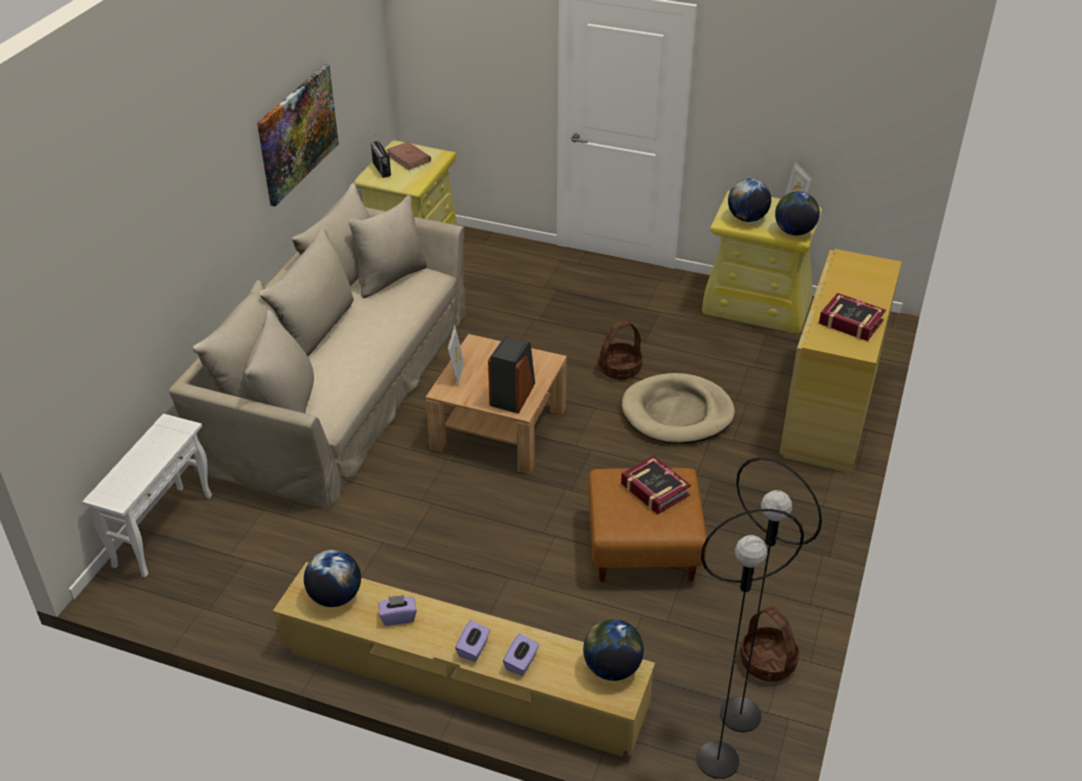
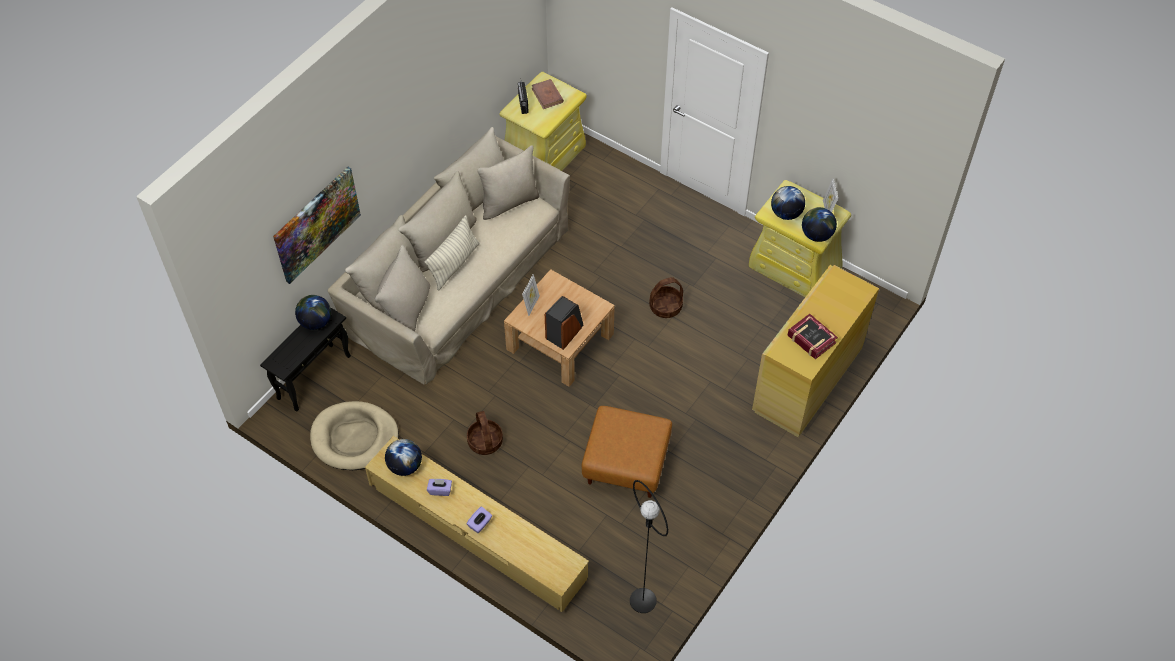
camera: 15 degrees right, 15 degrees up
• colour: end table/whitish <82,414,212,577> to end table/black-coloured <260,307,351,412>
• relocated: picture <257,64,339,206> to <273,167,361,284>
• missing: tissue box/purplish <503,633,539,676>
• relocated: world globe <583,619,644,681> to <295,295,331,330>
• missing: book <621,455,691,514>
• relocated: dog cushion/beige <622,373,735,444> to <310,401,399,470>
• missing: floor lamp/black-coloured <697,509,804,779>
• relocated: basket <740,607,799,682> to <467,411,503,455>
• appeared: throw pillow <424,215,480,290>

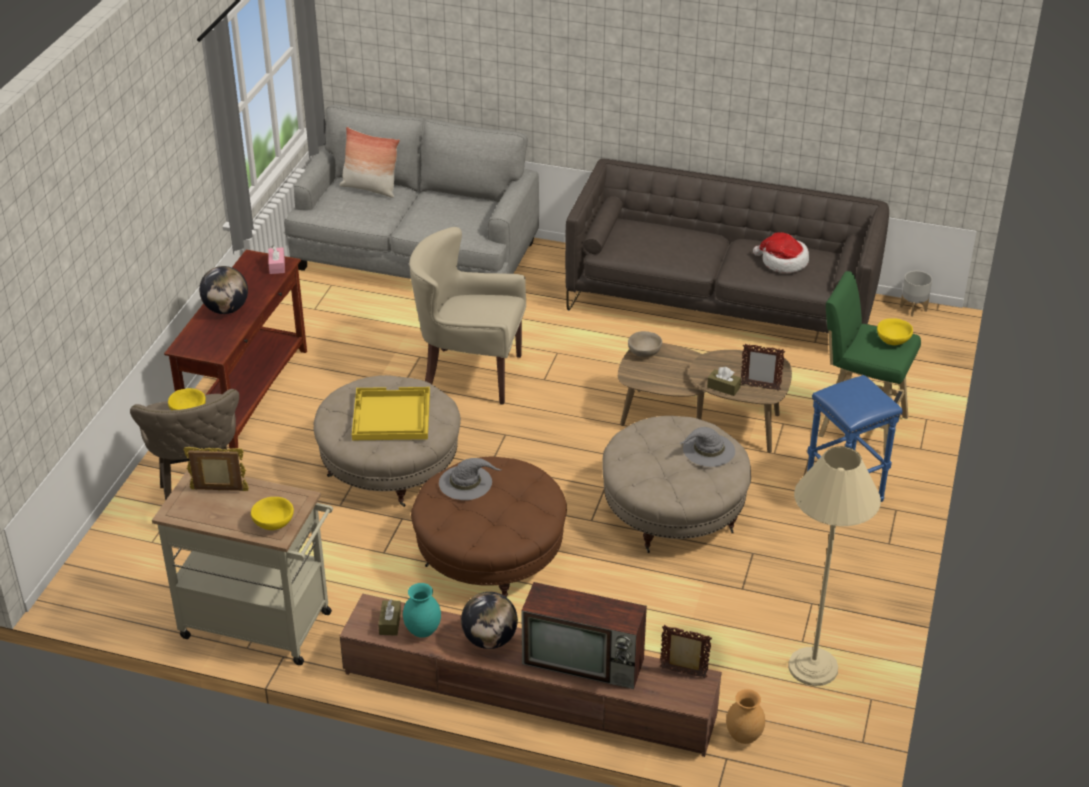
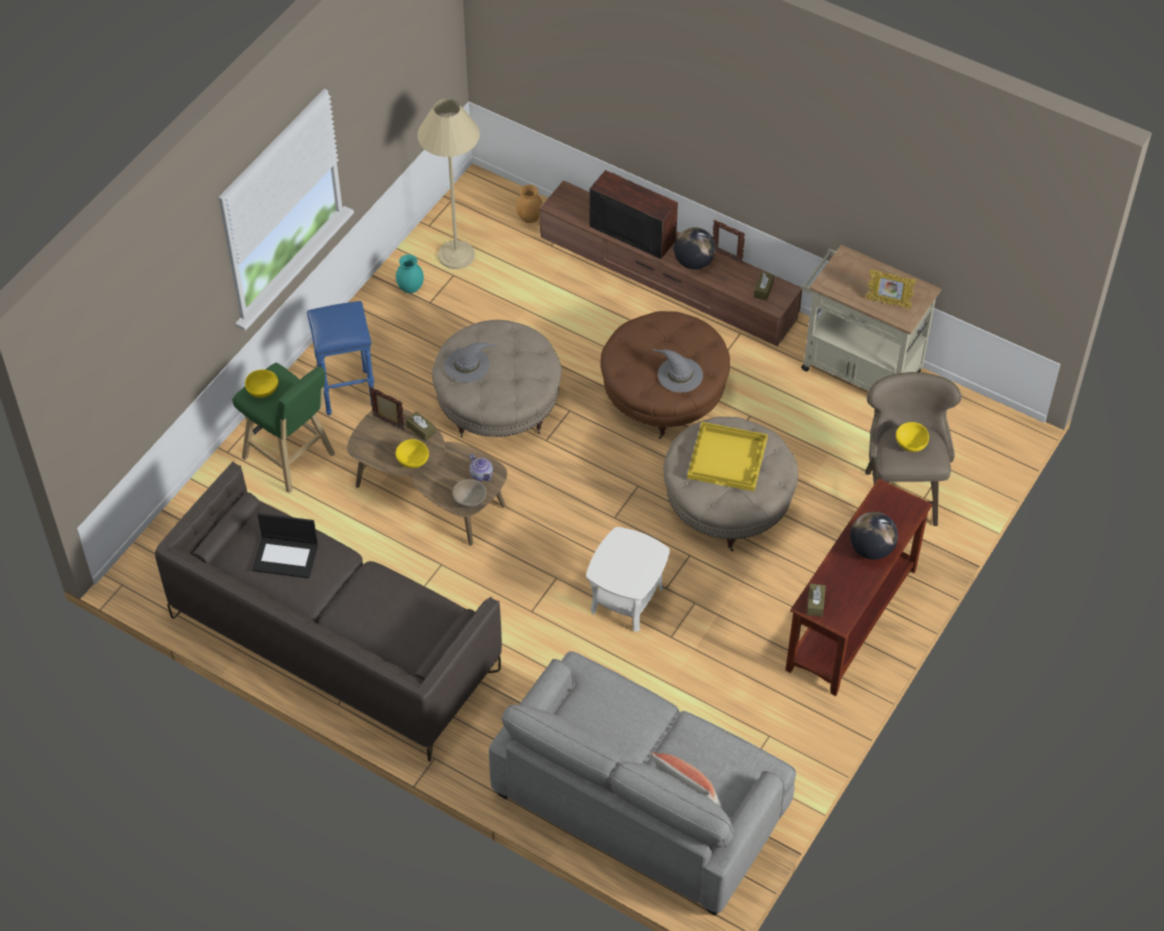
camera: 165 degrees left, 15 degrees up
• relocated: bowl/yellowish <251,497,294,530> to <396,439,429,468>
• colour: tissue box/pink-coloured <268,245,285,274> to tissue box/brownish <807,584,826,617>
• relocated: flower vase/turquoise-coloured <403,583,441,638> to <396,254,424,293>
• exchanged: armchair/beige <409,227,526,405> to end table/whitish <586,527,670,632>
• relocated: photo frame <660,625,712,678> to <713,220,745,263>
• exchanged: clothing hat <753,232,809,273> to portable computer <252,513,318,578>
• missing: planter/gray <900,271,932,316>
• appeared: teapot <469,454,493,481>

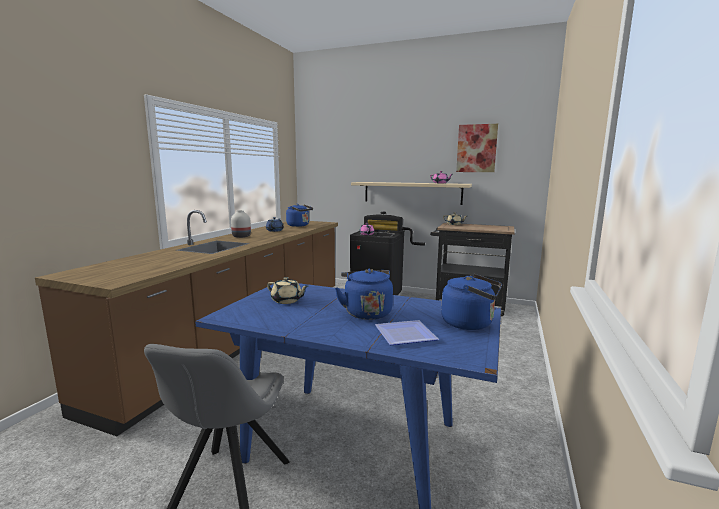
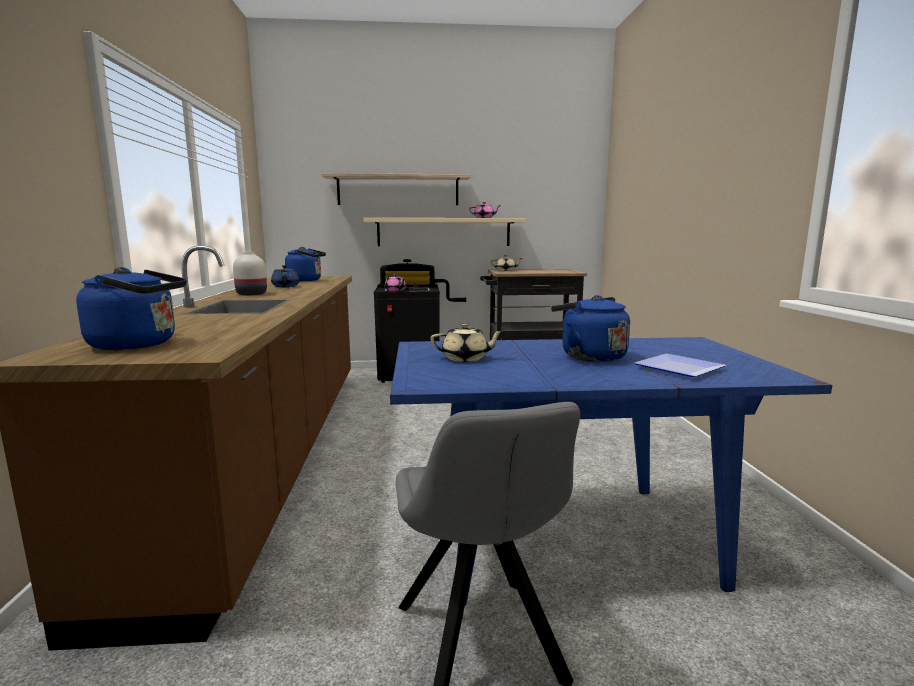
camera: 25 degrees left, 0 degrees up
• relocated: kettle/bluish <441,274,502,330> to <76,267,186,350>
• missing: picture <456,124,498,172>
• appeared: shelf <321,173,471,205>

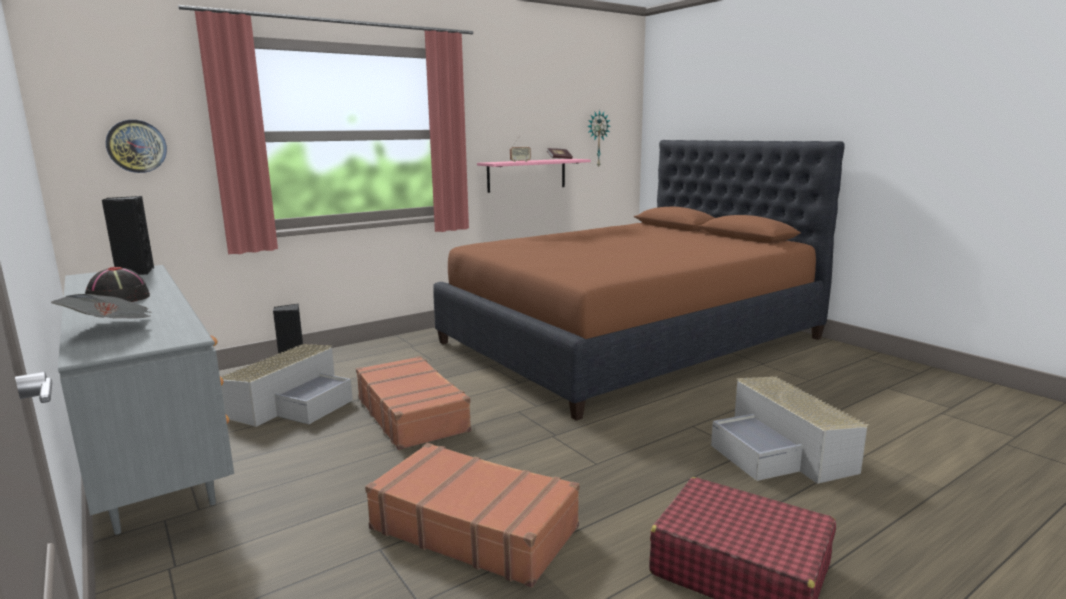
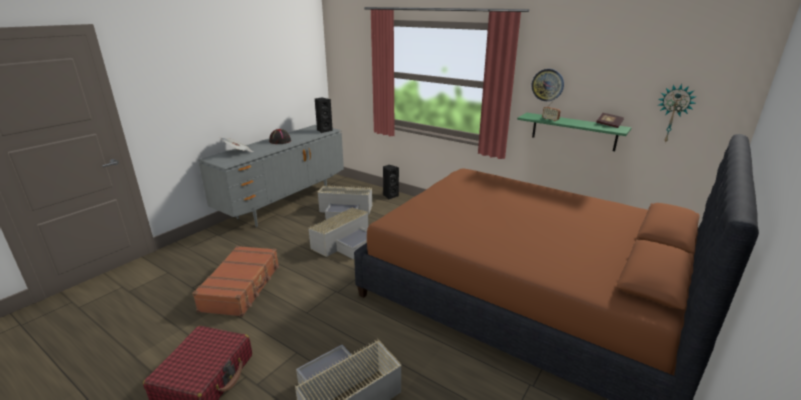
camera: 70 degrees right, 10 degrees up
• relocated: wall clock <106,120,167,173> to <532,69,564,101>
• exchanged: suitcase/brownish <356,356,471,450> to storage box/gray <308,207,368,260>
• colour: shelf/pink-coloured <477,159,591,193> to shelf/green <517,113,632,151>

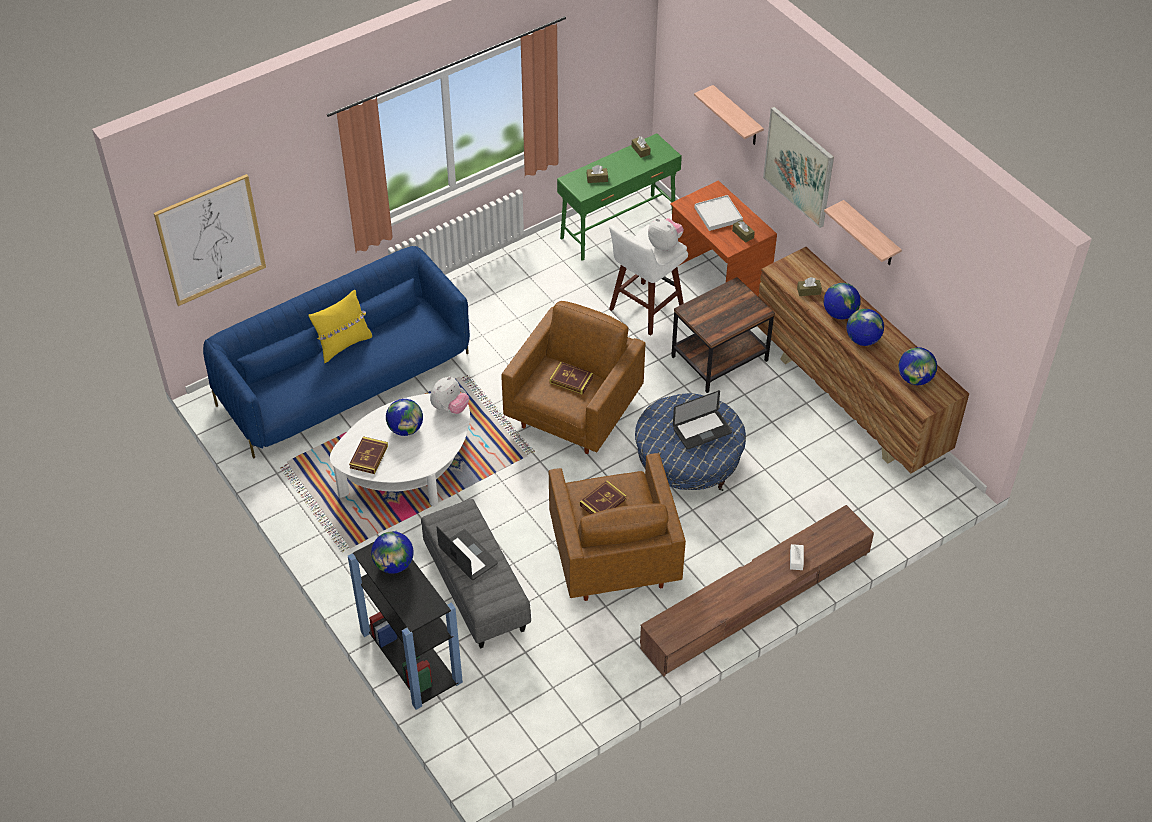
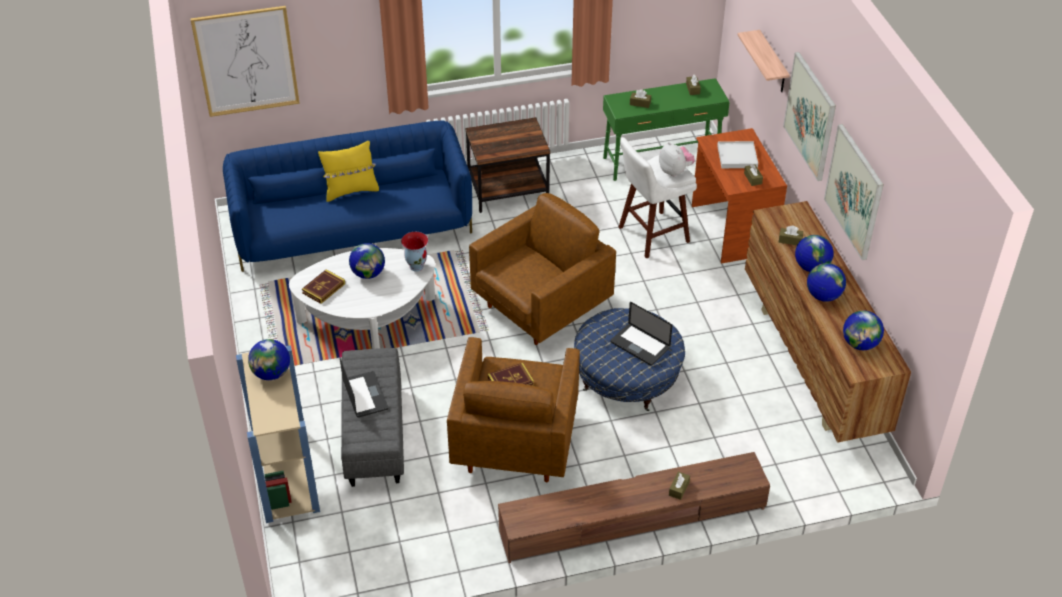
camera: 20 degrees right, 5 degrees down
• colour: bookcase/black-coloured <348,530,463,710> to bookcase/beige <236,345,320,523>
• exchanged: plush toy <430,376,469,414> to flower vase <401,232,428,272>
• missing: book <549,362,593,395>
• relocated: end table/brownish <671,277,775,393> to <466,117,550,213>
• spun: portable computer <673,390,732,449> = <610,302,672,365> 45 degrees clockwise
• colour: tissue box/whitish <790,544,804,570> to tissue box/brownish <669,471,690,500>
• exchanged: shelf <824,200,902,265> to picture <824,124,884,260>

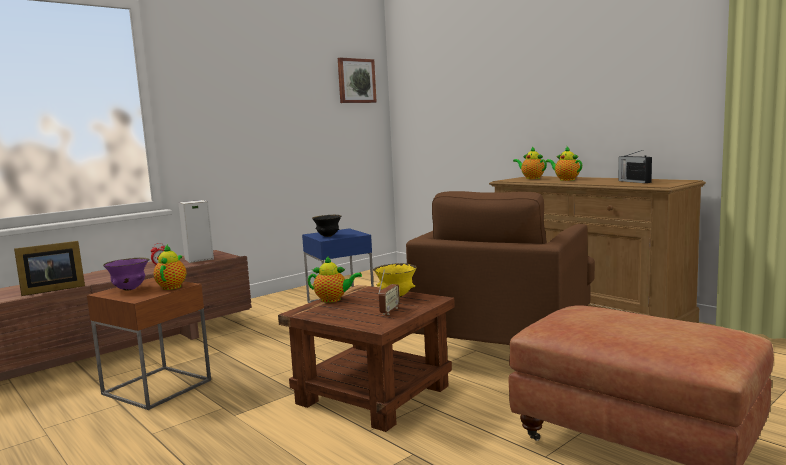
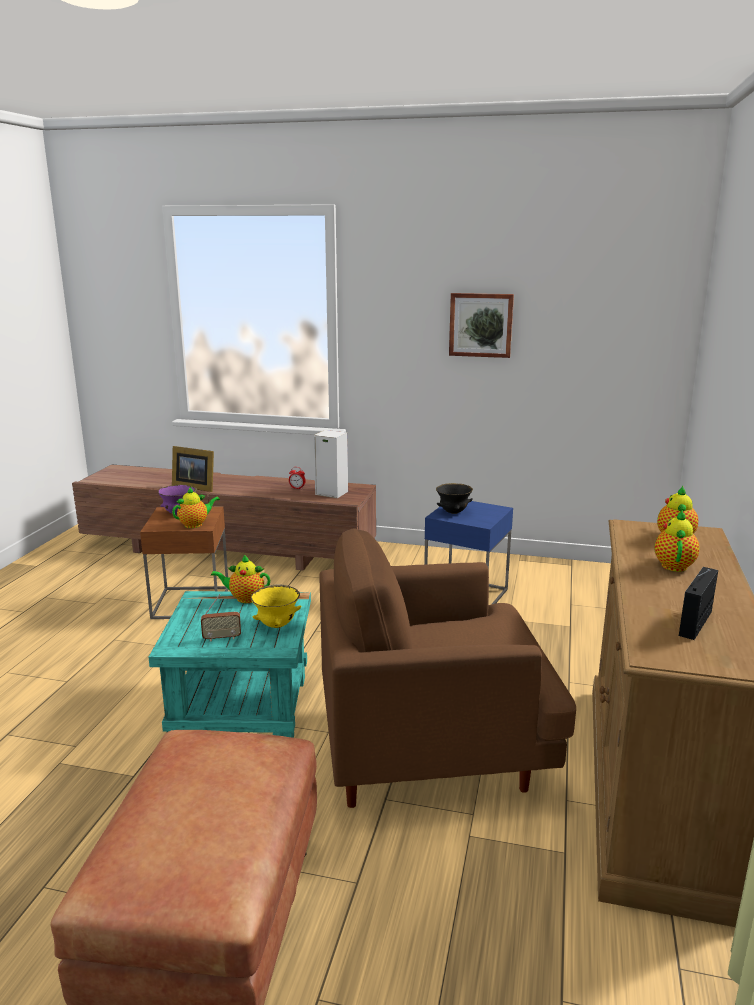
camera: 55 degrees right, 10 degrees up
• colour: end table/brownish <278,285,455,432> to end table/turquoise-coloured <148,591,311,738>
• spun: teapot <308,256,362,303> = <211,555,270,603> 120 degrees clockwise
• relocated: picture <338,58,377,103> to <449,293,514,358>

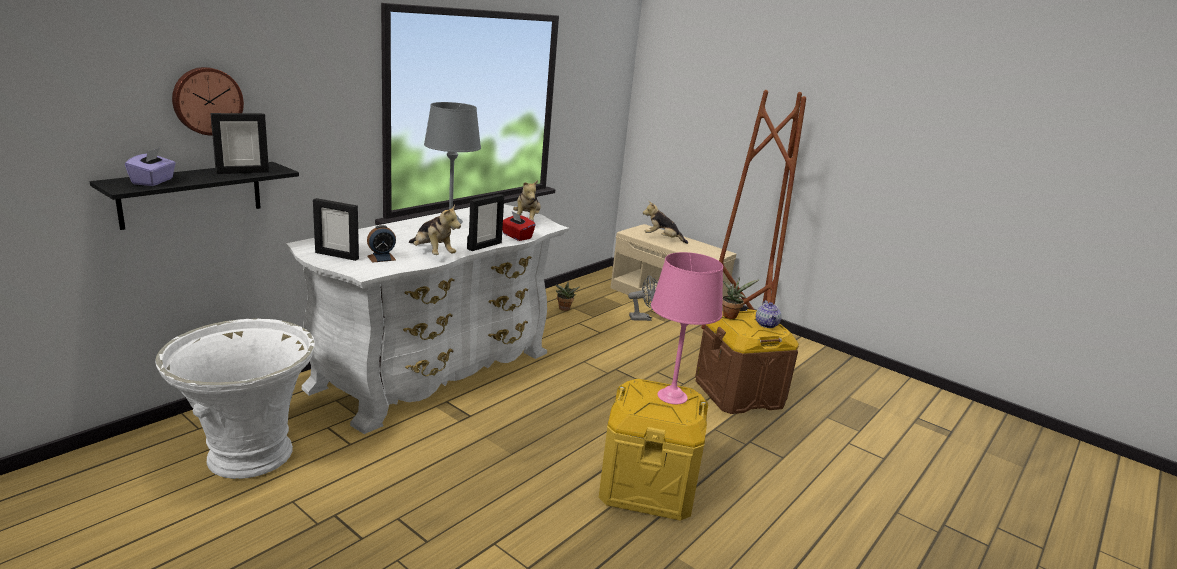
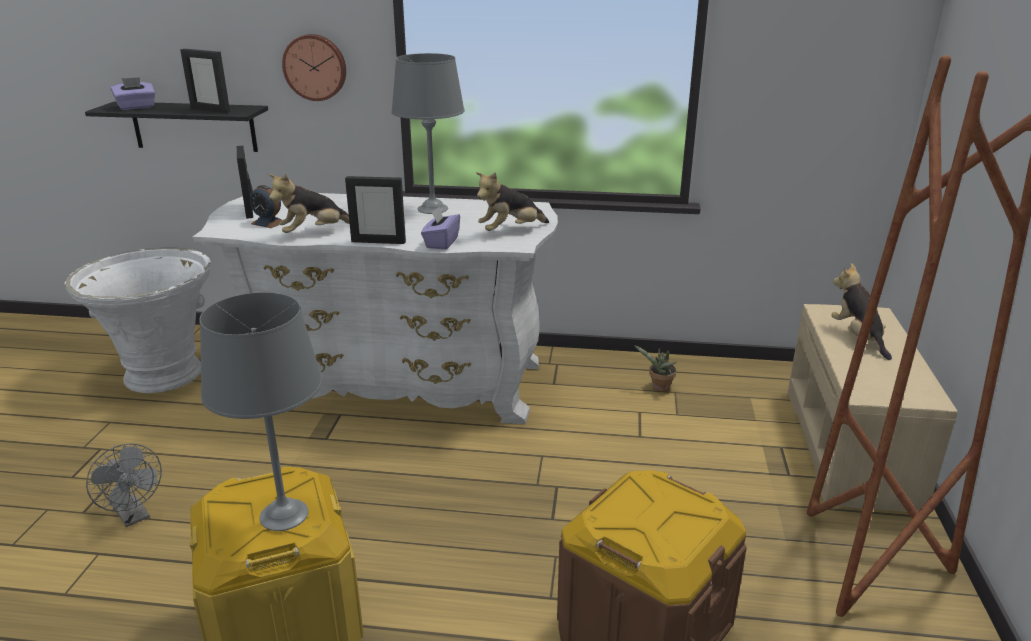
camera: 60 degrees right, 5 degrees up
• relocated: wall clock <172,67,244,136> to <282,34,346,101>
• spun: plush toy <409,204,461,255> = <268,174,350,233> 45 degrees clockwise
• colour: tissue box/red-coloured <502,212,536,241> to tissue box/purplish <421,206,460,250>
• relocated: electric fan/gray <628,275,658,321> to <86,443,162,527>
• colour: tabletop lamp/pink-coloured <651,252,723,404> to tabletop lamp/gray <199,292,323,531>
• missing: plant in a pot <722,277,760,319>
• missing: teapot <756,300,781,328>

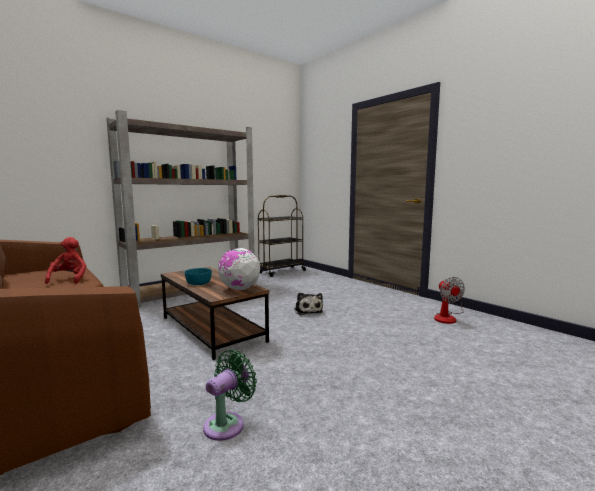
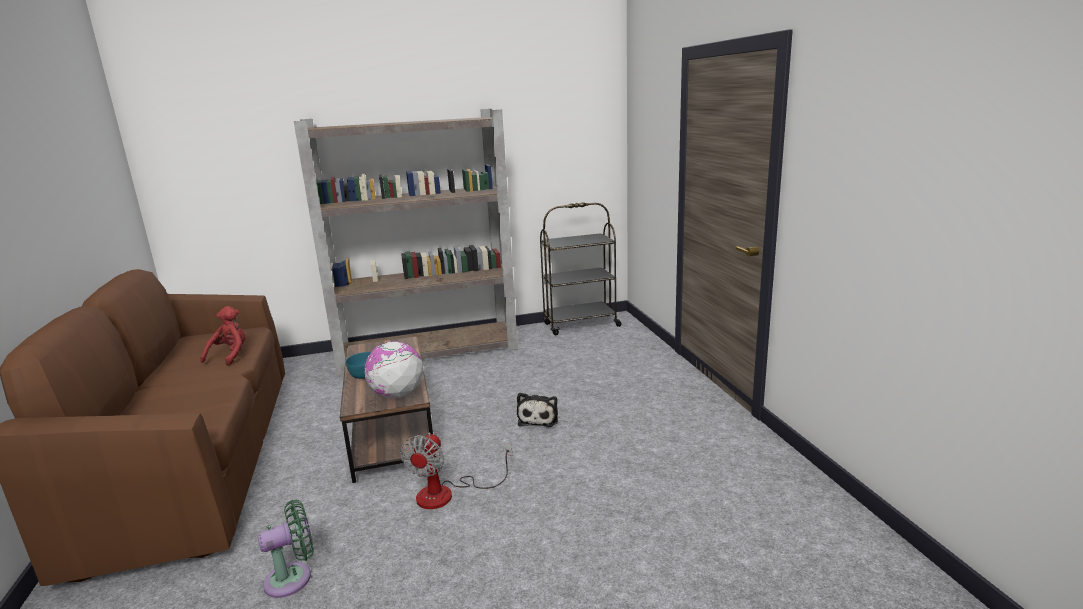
camera: 25 degrees right, 10 degrees up
• relocated: electric fan <434,277,465,324> to <400,432,512,509>

